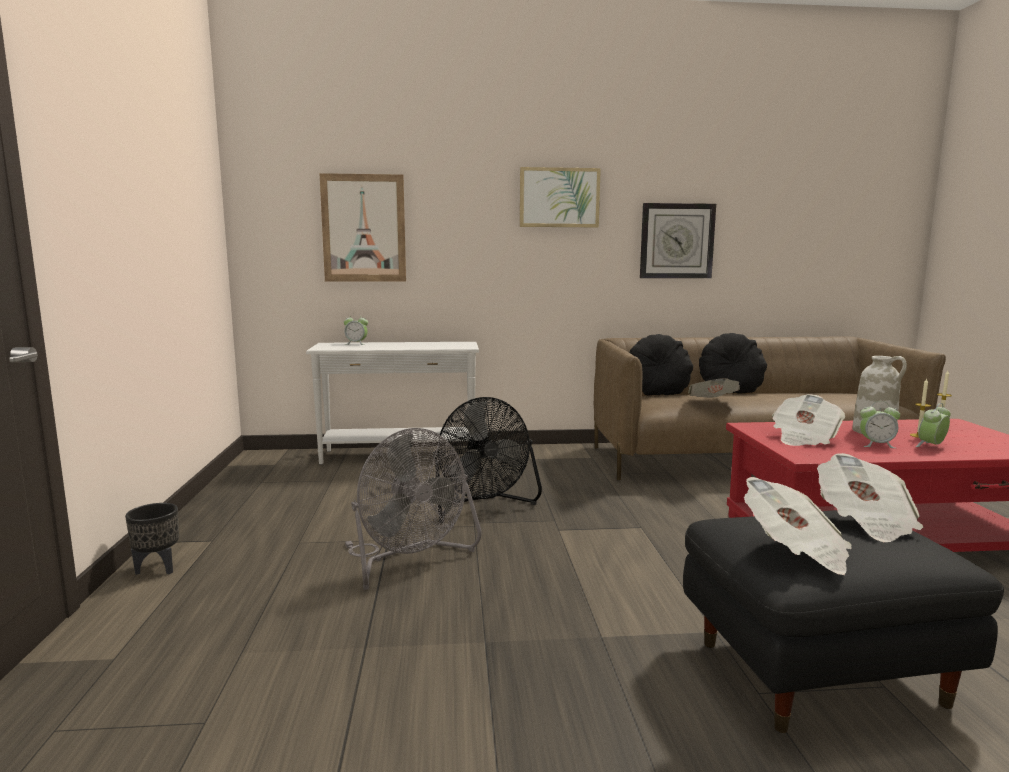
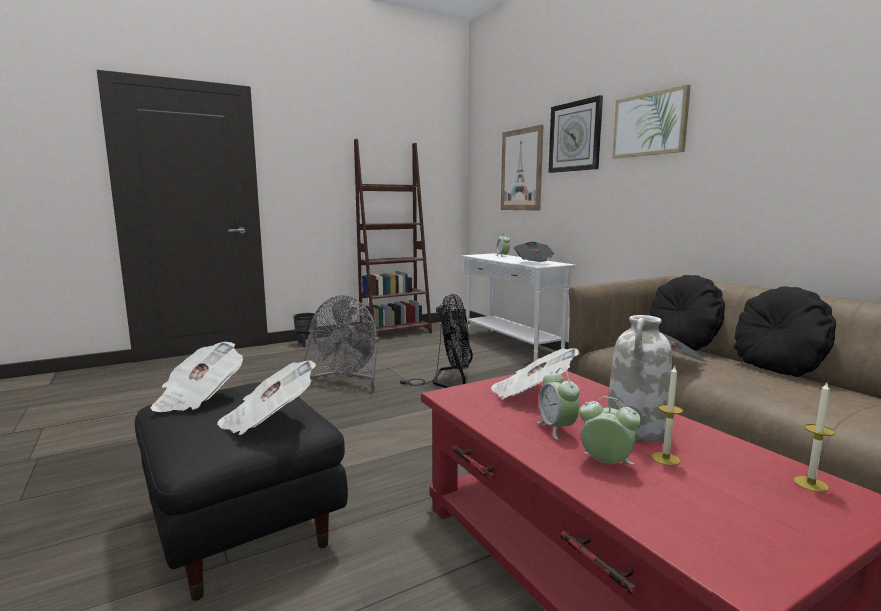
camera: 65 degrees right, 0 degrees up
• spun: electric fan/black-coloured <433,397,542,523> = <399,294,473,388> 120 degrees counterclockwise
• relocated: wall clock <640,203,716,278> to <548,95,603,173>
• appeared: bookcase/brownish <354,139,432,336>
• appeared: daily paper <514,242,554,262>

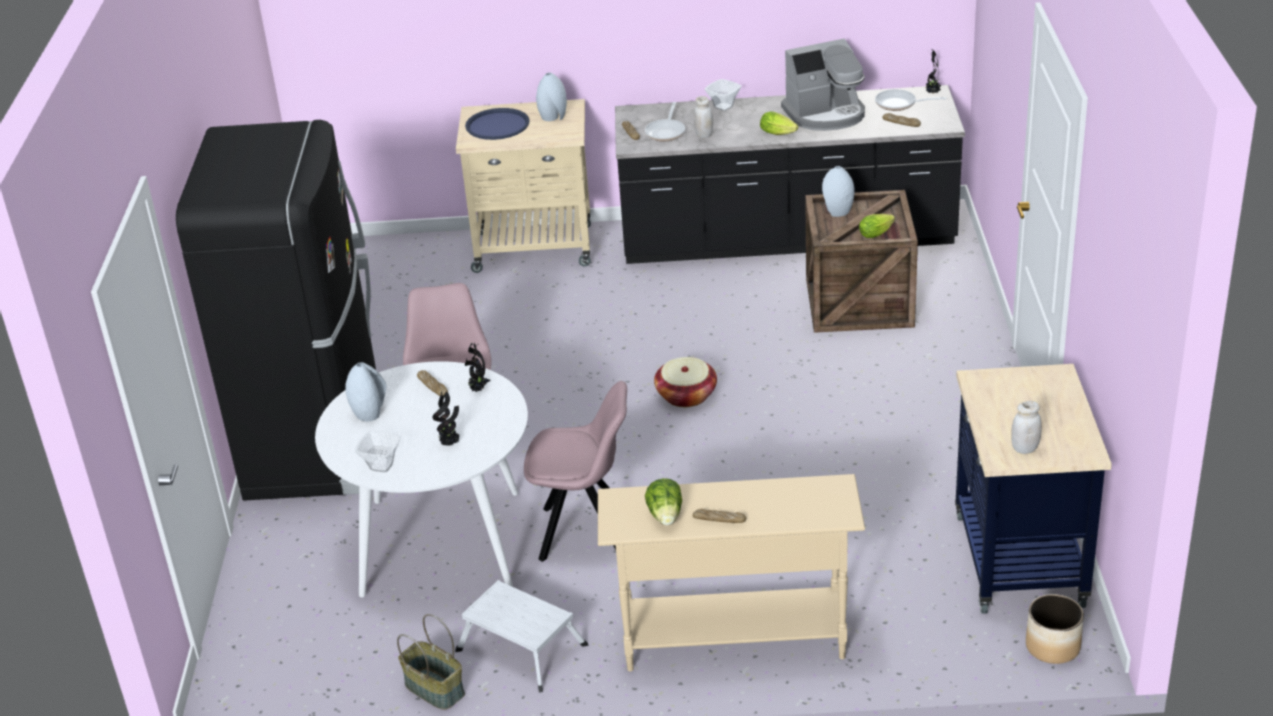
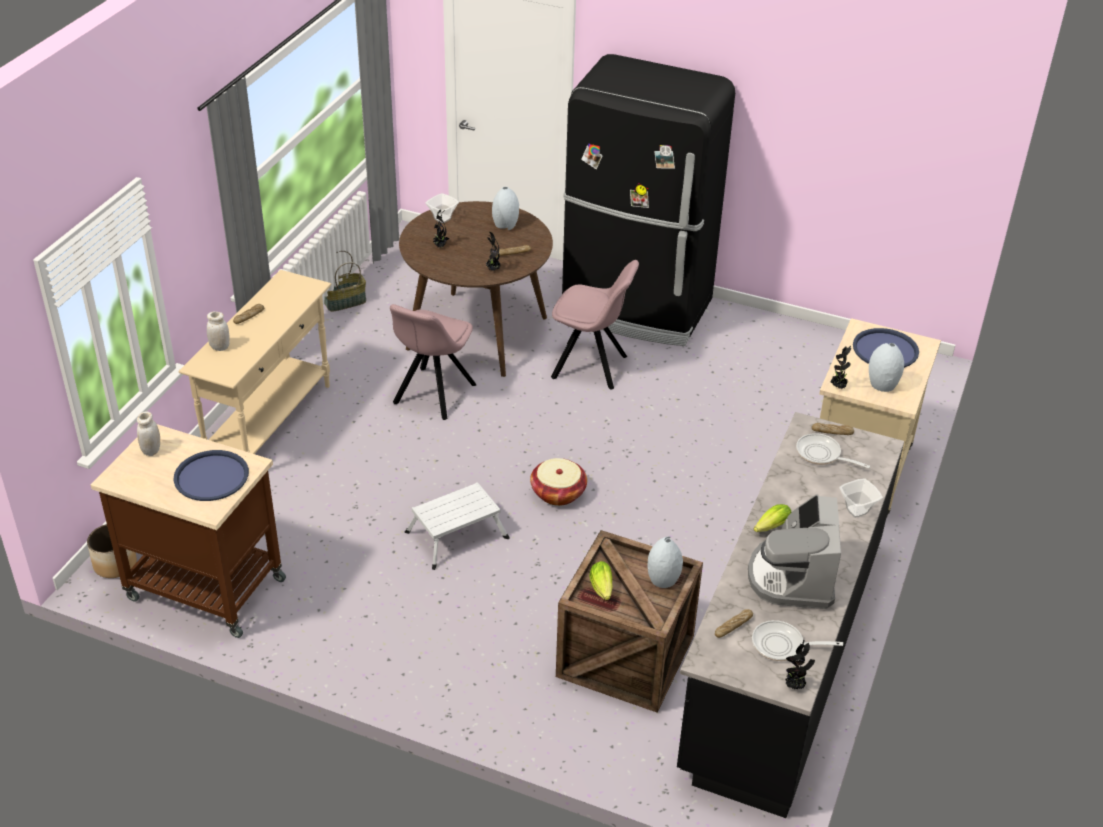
camera: 110 degrees right, 5 degrees up
• colour: kitchen table/whitish <315,361,528,598> to kitchen table/brownish <399,201,553,377>
• relocated: stepladder/whitish <455,580,588,692> to <404,482,510,570>
• missing: lettuce head <645,478,682,525>
• relocated: preserve jar/whitish <694,96,713,138> to <207,311,230,351>
• spun: skillet <875,89,946,111> = <752,620,843,661> 120 degrees counterclockwise
• colour: cart/bluish <955,364,1112,614> to cart/brownish <91,424,286,638>
• appeared: carrying tray/bluish <173,450,249,501>
• appeared: plant in a pot <830,346,851,389>

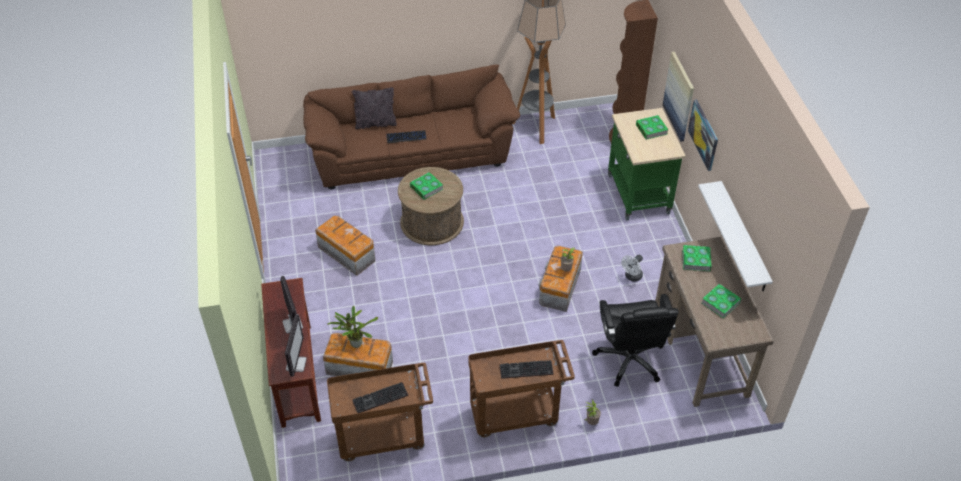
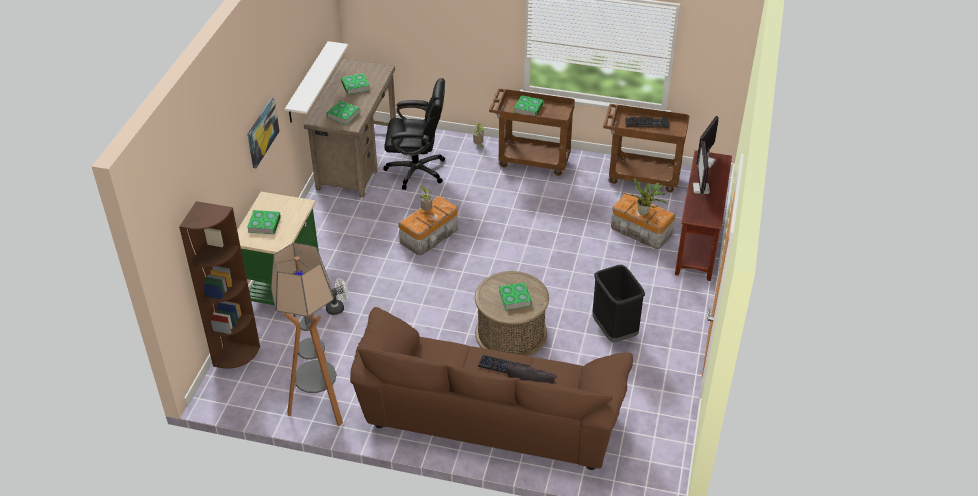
camera: 155 degrees left, 5 degrees down
• exchanged: storage box <315,216,375,276> to waste bin/black-coloured <592,265,645,342>
• exchanged: computer keyboard <500,360,553,379> to book <514,95,543,116>
• spun: computer chair/black-coloured <592,294,679,387> = <383,78,445,190> 75 degrees clockwise
• relocated: electric fan/whitish <621,255,643,282> to <326,278,348,315>
• missing: picture <663,52,694,142>

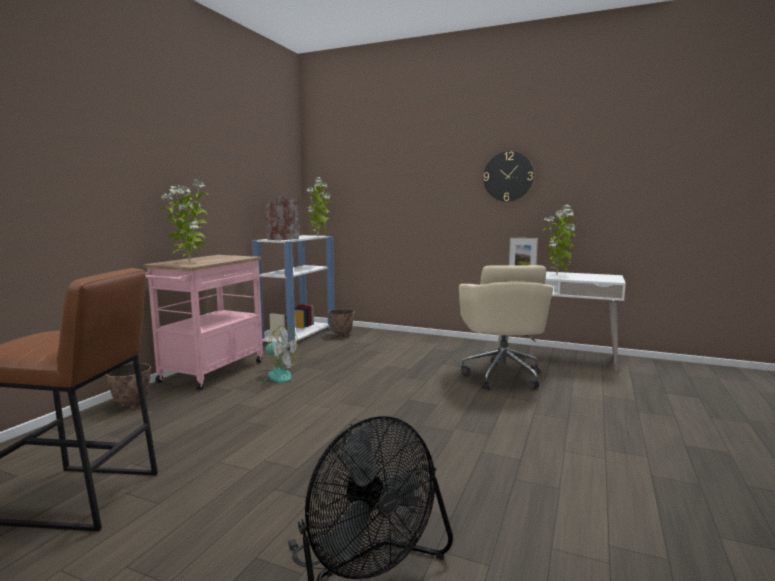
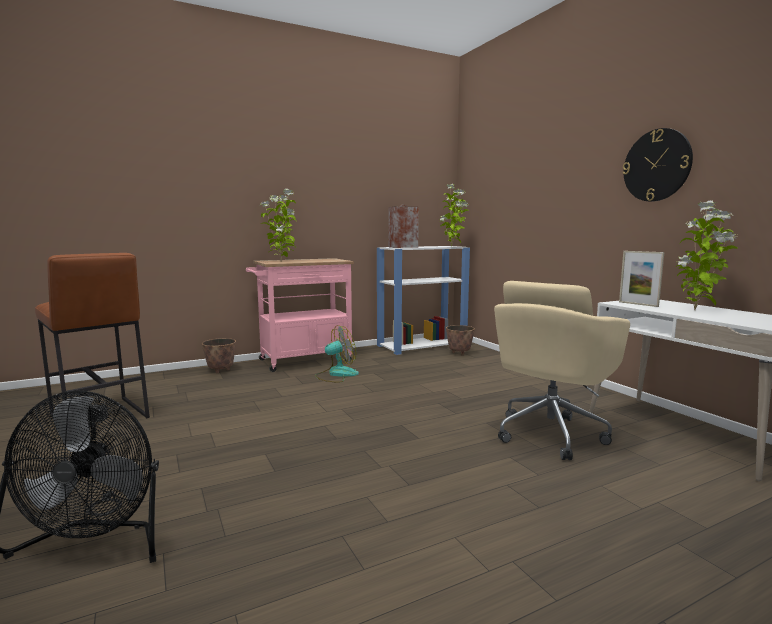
camera: 40 degrees right, 0 degrees up
• spun: electric fan <249,326,299,384> = <315,325,359,382> 90 degrees counterclockwise

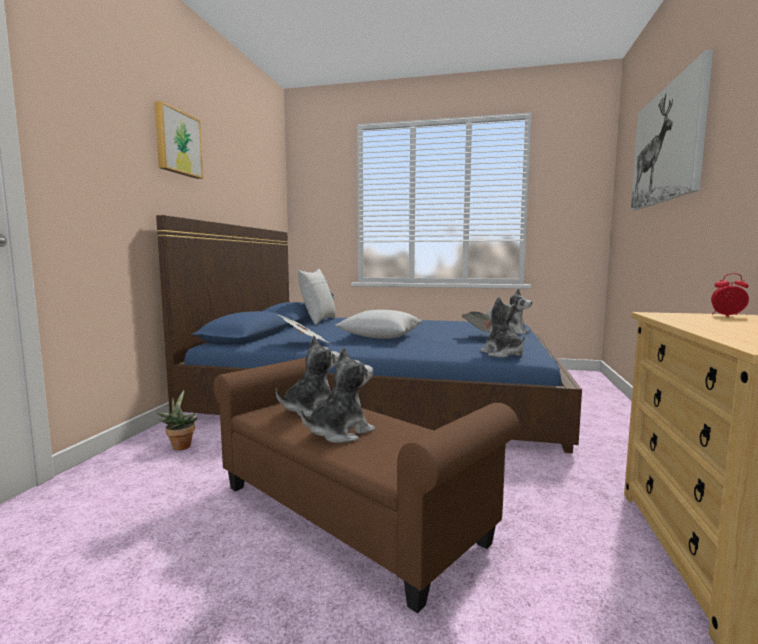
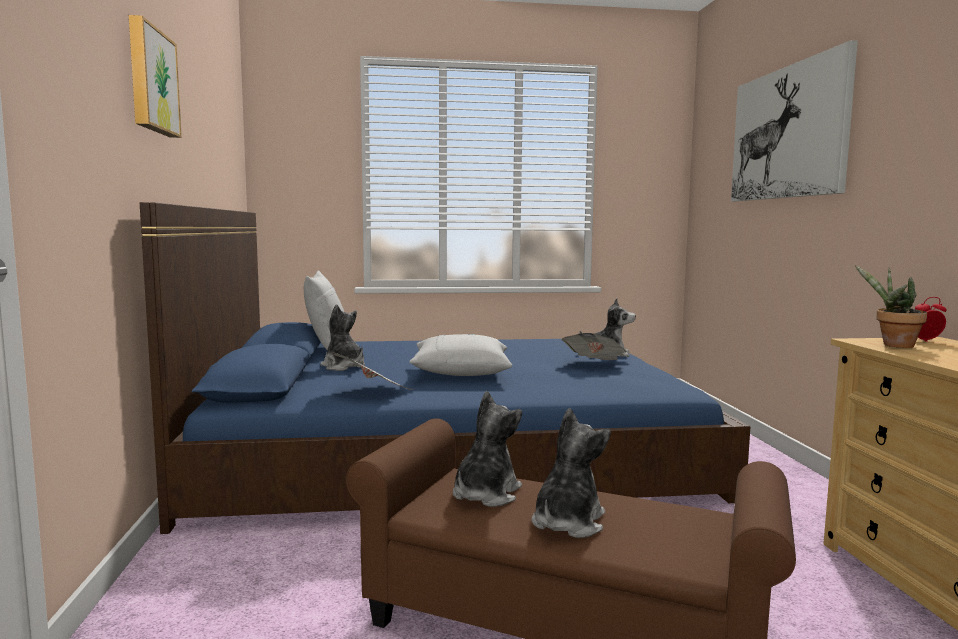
camera: 20 degrees left, 0 degrees up
• relocated: plant in a pot <157,390,197,450> to <855,265,927,348>
• relocated: plush toy <480,297,525,358> to <320,304,365,371>

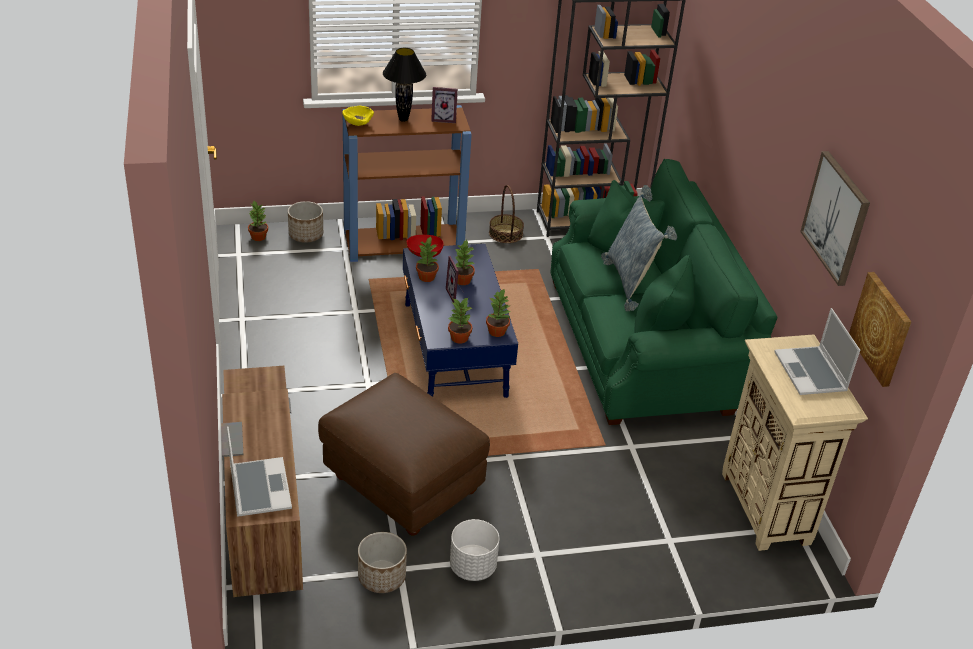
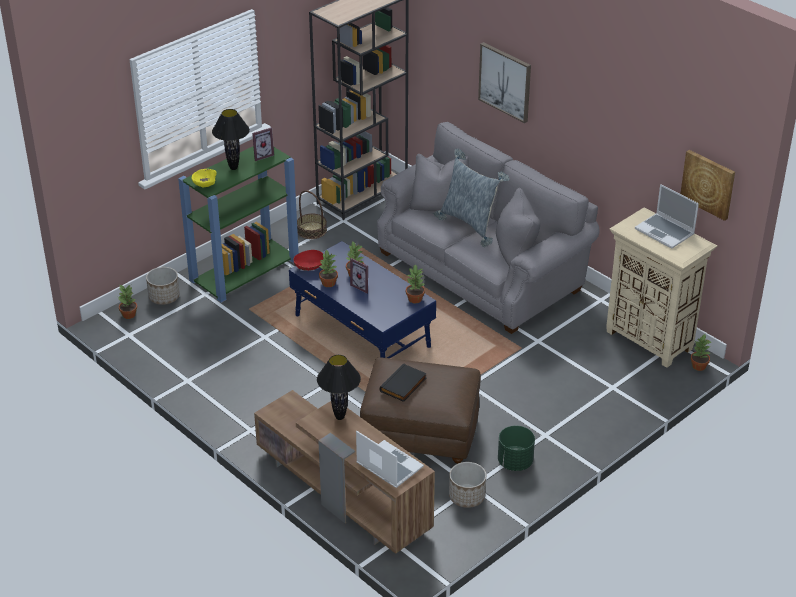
camera: 30 degrees left, 0 degrees up
• colour: bookcase/brownish <342,105,472,262> to bookcase/green <178,146,299,303>
• relocated: plant in a pot <448,297,472,344> to <691,334,712,371>
• colour: planter/whitish <450,519,499,581> to planter/green <498,426,535,471>
• colour: settee/green <550,159,777,425> to settee/gray <377,122,600,334>
• relocated: picture <800,151,870,286> to <478,42,531,123>
• appeared: tabletop lamp/black-coloured <317,355,361,420>
• appeared: book/black-coloured <380,363,427,402>

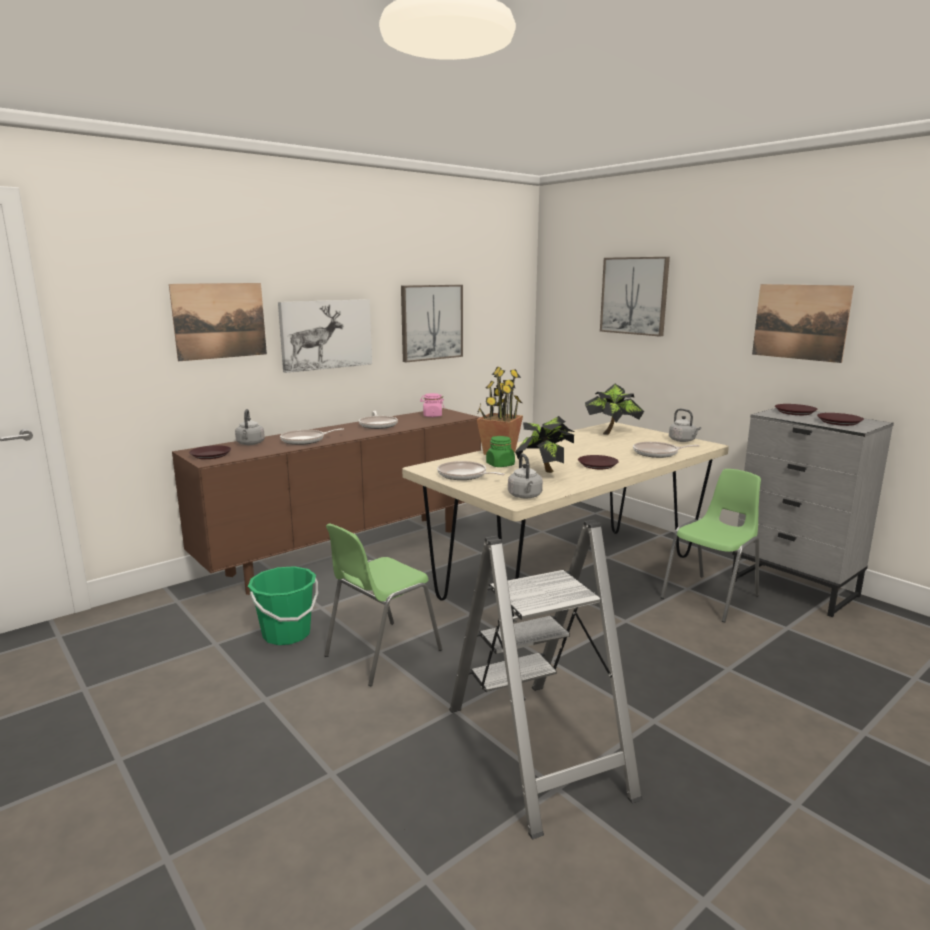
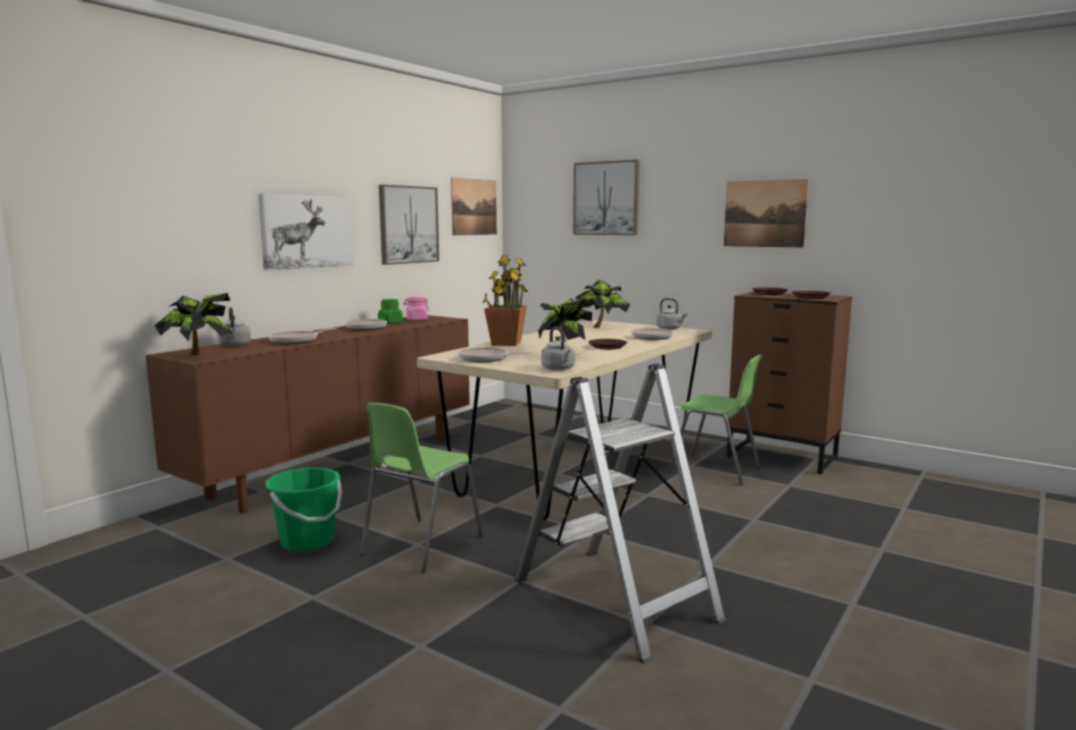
camera: 15 degrees left, 5 degrees down
• relocated: picture <169,283,267,361> to <451,177,497,235>
• exchanged: flat dish/brownish <189,445,231,459> to plant in a pot <154,293,232,355>
• relocated: preserve jar/green <486,436,515,467> to <378,299,403,324>
• spun: chair/green <661,469,761,622> = <669,355,763,485> 90 degrees clockwise
• colour: chest of drawers/gray <732,408,894,617> to chest of drawers/brownish <726,292,852,474>

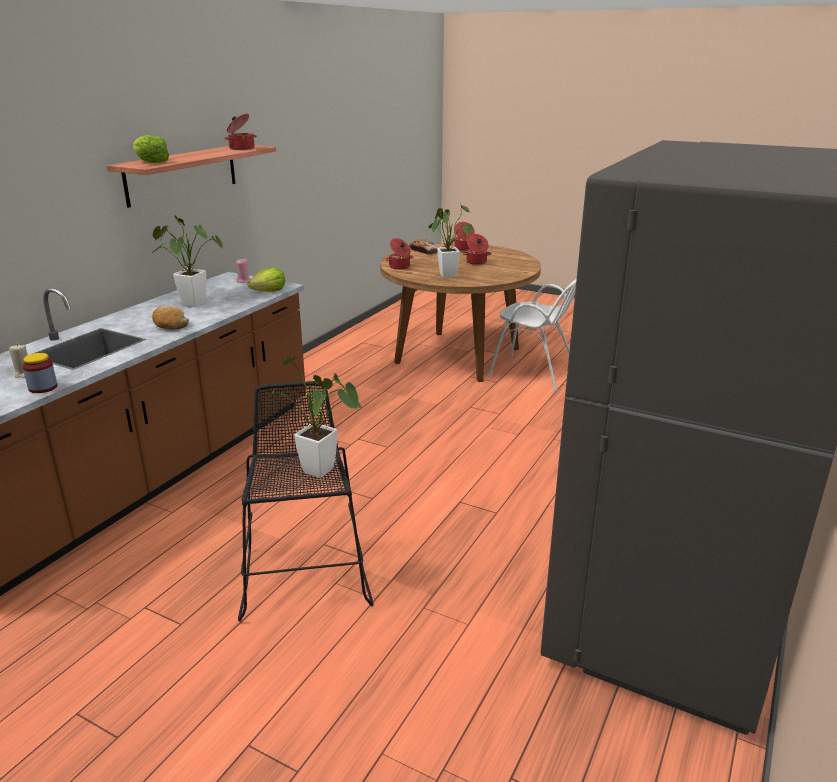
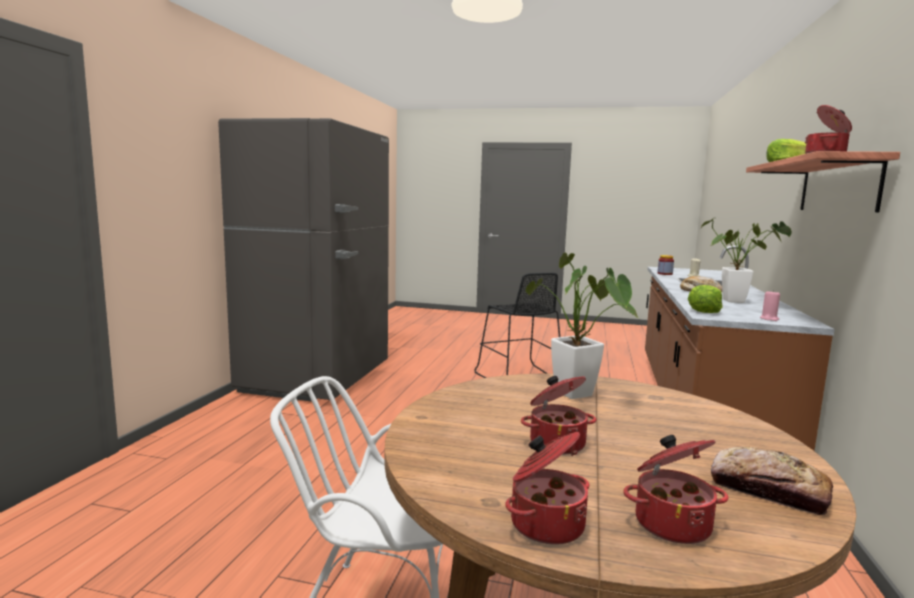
camera: 165 degrees right, 15 degrees down
• missing: plant in a pot <264,356,363,478>
• relocated: saucepot <385,238,414,270> to <505,432,590,545>

